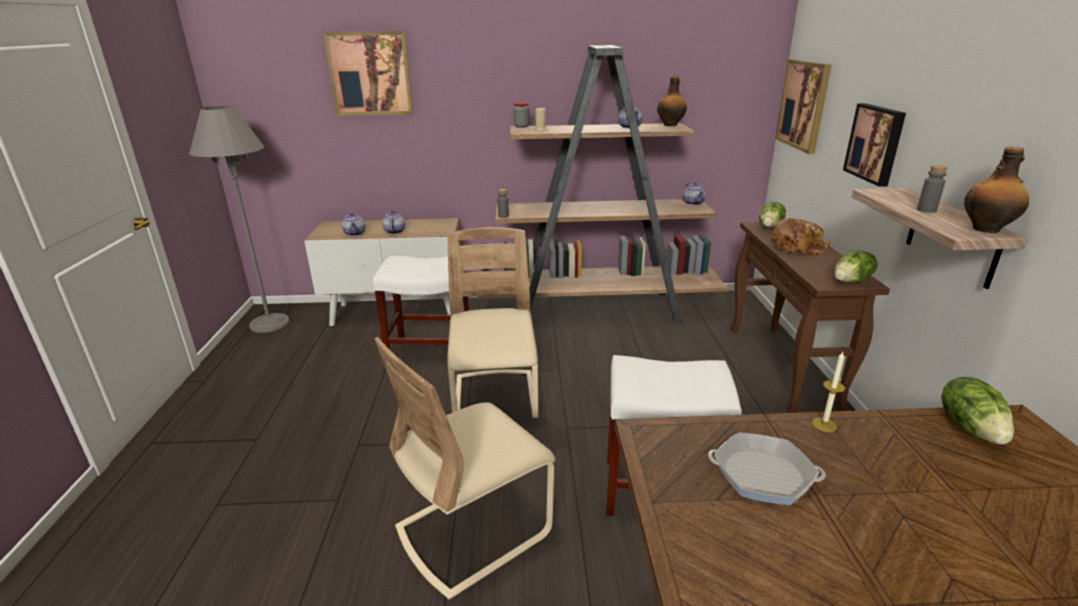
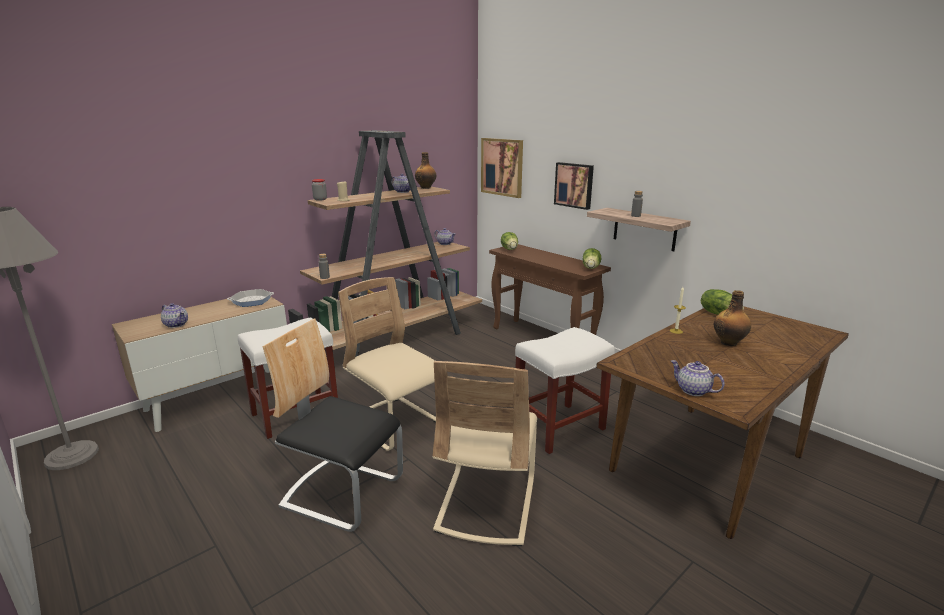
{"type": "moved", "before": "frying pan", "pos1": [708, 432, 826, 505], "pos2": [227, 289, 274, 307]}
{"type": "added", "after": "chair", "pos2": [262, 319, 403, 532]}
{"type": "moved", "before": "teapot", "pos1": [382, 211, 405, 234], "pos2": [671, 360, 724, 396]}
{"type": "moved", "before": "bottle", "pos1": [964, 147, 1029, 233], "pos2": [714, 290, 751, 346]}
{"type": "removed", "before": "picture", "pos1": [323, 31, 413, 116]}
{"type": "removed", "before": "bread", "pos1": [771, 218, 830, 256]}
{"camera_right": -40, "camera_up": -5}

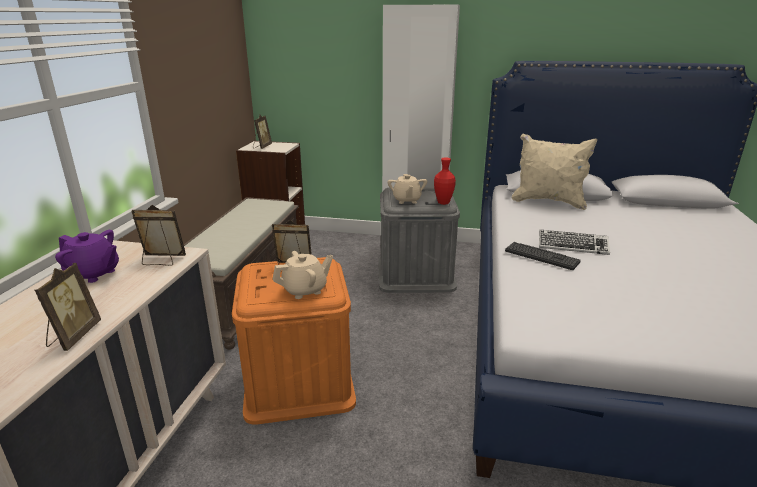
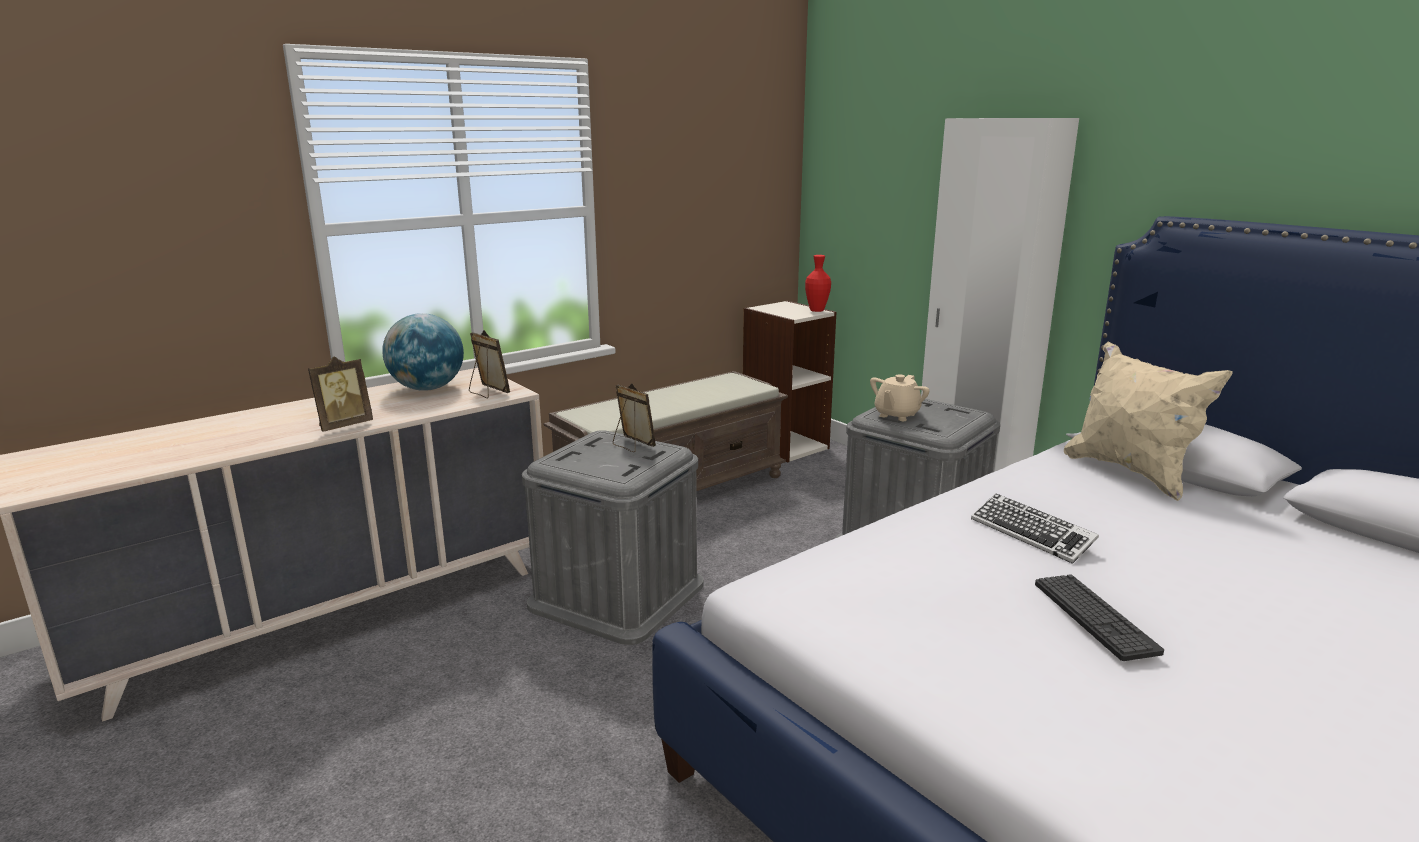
{"type": "replaced", "before": "purple teapot", "after": "globe", "pos1": [55, 230, 119, 283], "pos2": [382, 313, 464, 391]}
{"type": "recoloured", "before": "orange storage box", "after": "grey storage box", "pos1": [232, 257, 356, 425], "pos2": [522, 430, 703, 645]}
{"type": "moved", "before": "red vase", "pos1": [434, 158, 456, 205], "pos2": [805, 255, 831, 312]}
{"type": "moved", "before": "keyboard", "pos1": [505, 242, 581, 270], "pos2": [1035, 574, 1164, 661]}
{"type": "removed", "before": "picture frame", "pos1": [253, 115, 272, 149]}
{"type": "removed", "before": "beige teapot", "pos1": [273, 251, 333, 299]}
{"camera_right": 40, "camera_up": -5}

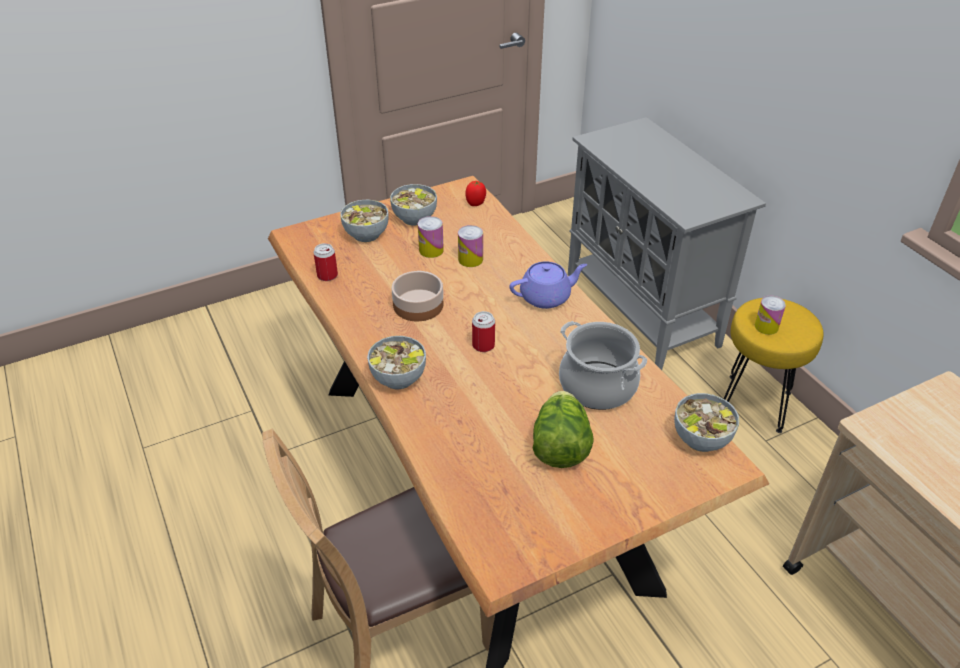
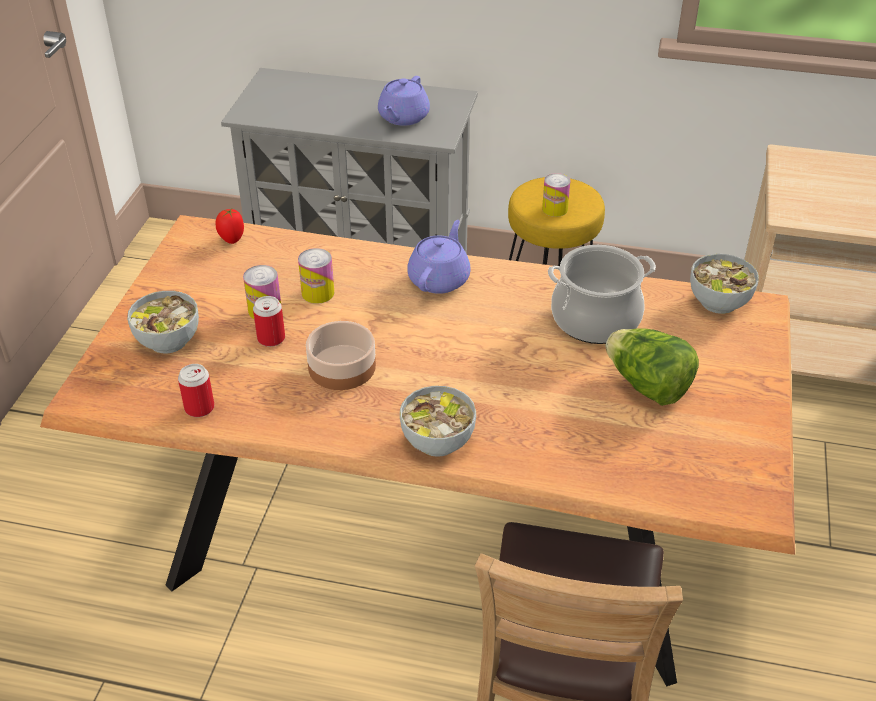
{"type": "moved", "before": "can", "pos1": [472, 311, 495, 352], "pos2": [253, 296, 285, 347]}
{"type": "added", "after": "purple teapot", "pos2": [378, 76, 430, 126]}
{"type": "removed", "before": "bowl", "pos1": [390, 184, 437, 226]}
{"camera_right": -50, "camera_up": 0}

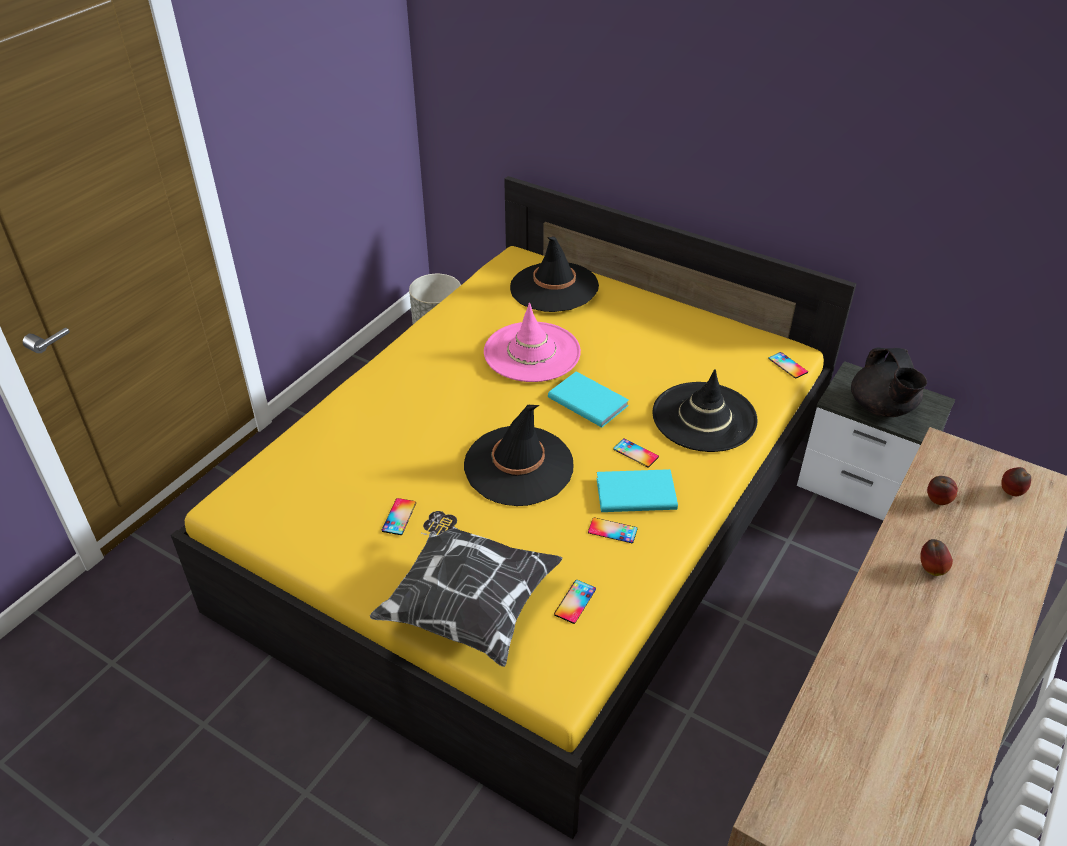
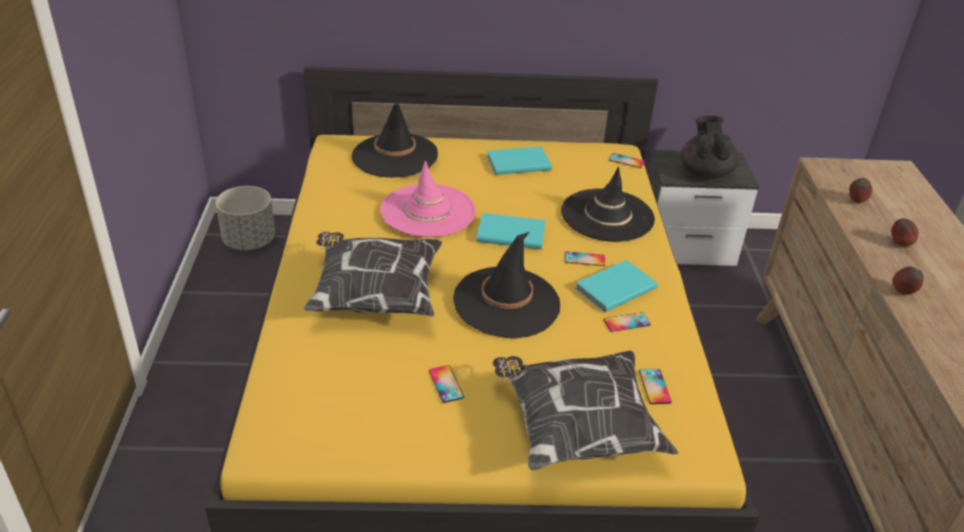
{"type": "added", "after": "pillow", "pos2": [304, 232, 442, 316]}
{"type": "added", "after": "turquoise book", "pos2": [487, 147, 552, 175]}
{"type": "turned", "before": "black teapot", "pos1": [851, 348, 927, 417], "pos2": [681, 116, 739, 179], "turn": -135}
{"type": "moved", "before": "apple", "pos1": [1001, 467, 1031, 496], "pos2": [892, 267, 923, 295]}
{"camera_right": -35, "camera_up": -5}

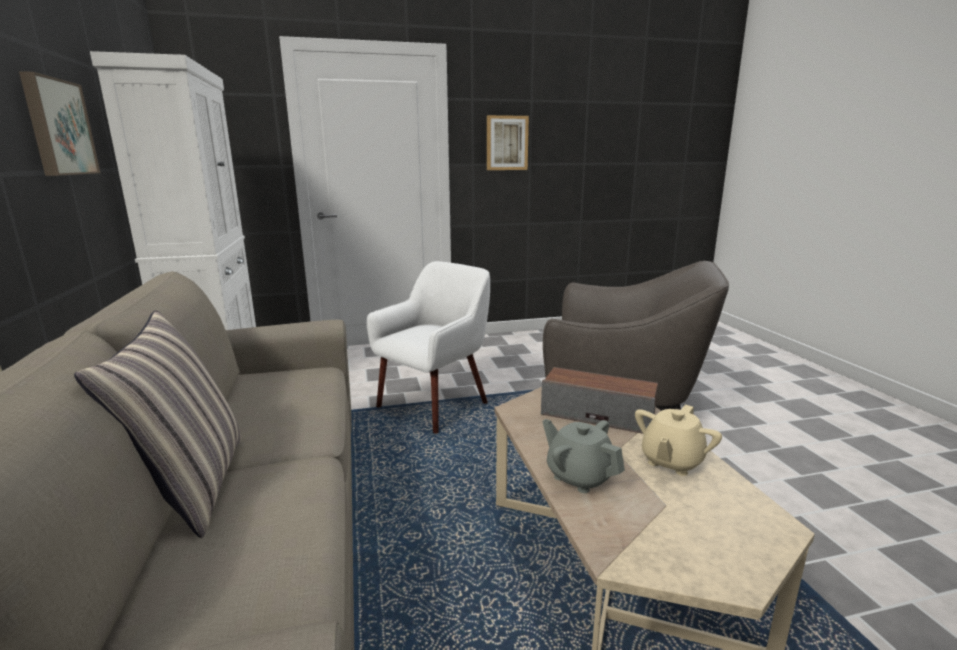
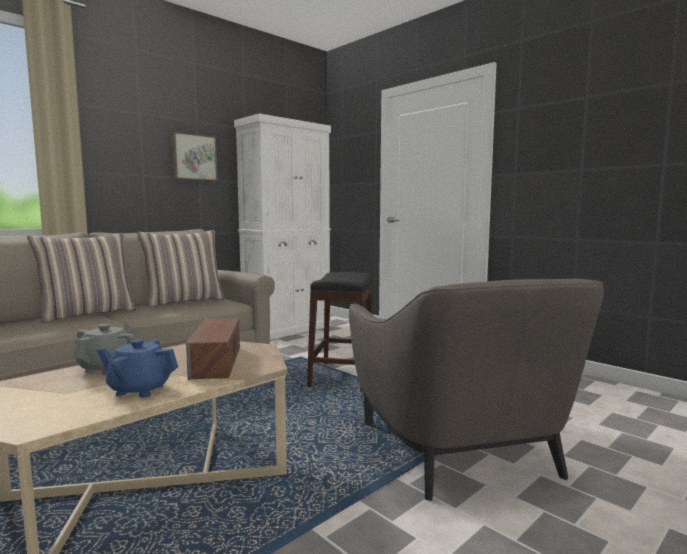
{"type": "recoloured", "before": "beige teapot", "after": "blue teapot", "pos1": [635, 404, 722, 476], "pos2": [97, 339, 178, 398]}
{"type": "added", "after": "pillow", "pos2": [137, 230, 225, 307]}
{"type": "replaced", "before": "white armchair", "after": "black stool", "pos1": [367, 261, 490, 434], "pos2": [307, 272, 372, 391]}
{"type": "removed", "before": "picture", "pos1": [487, 115, 529, 170]}
{"camera_right": 60, "camera_up": -10}

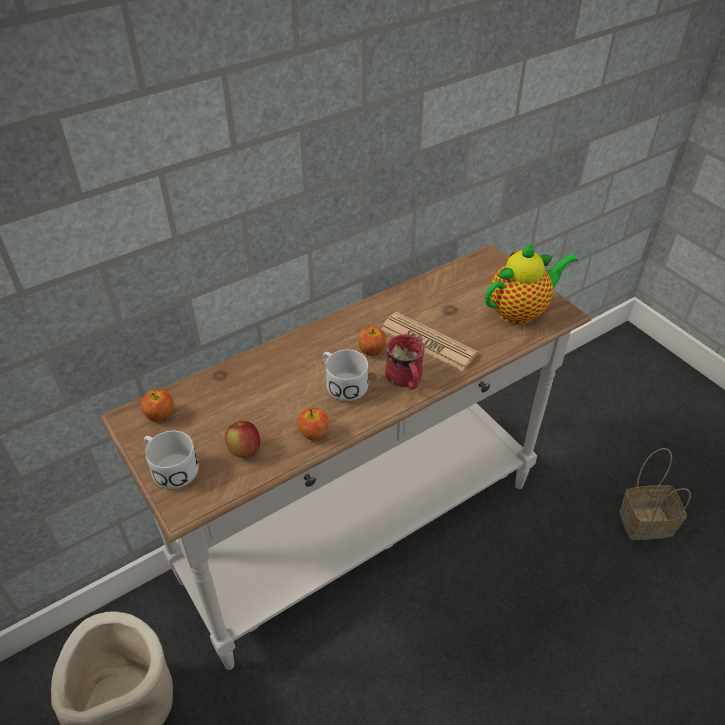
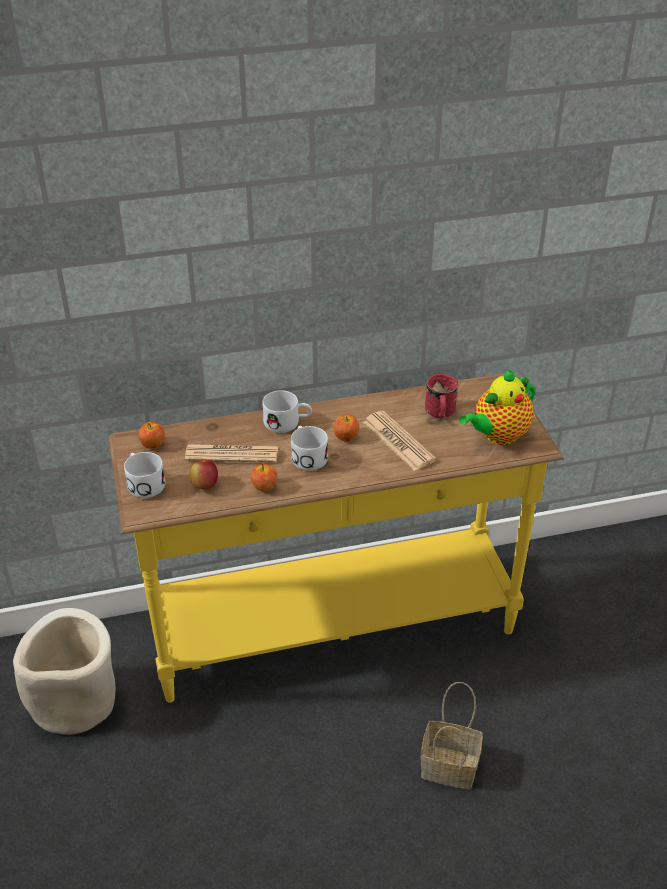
{"type": "recoloured", "before": "white console table", "after": "yellow console table", "pos1": [100, 244, 592, 670], "pos2": [108, 373, 564, 703]}
{"type": "added", "after": "newspaper", "pos2": [185, 444, 278, 463]}
{"type": "added", "after": "white mug", "pos2": [262, 390, 312, 433]}
{"type": "moved", "before": "basket", "pos1": [619, 448, 691, 540], "pos2": [421, 682, 483, 789]}
{"type": "moved", "before": "red mug", "pos1": [385, 334, 425, 389], "pos2": [425, 374, 458, 419]}
{"type": "turned", "before": "teapot", "pos1": [485, 243, 578, 325], "pos2": [459, 369, 535, 445], "turn": 150}
{"camera_right": 20, "camera_up": -5}

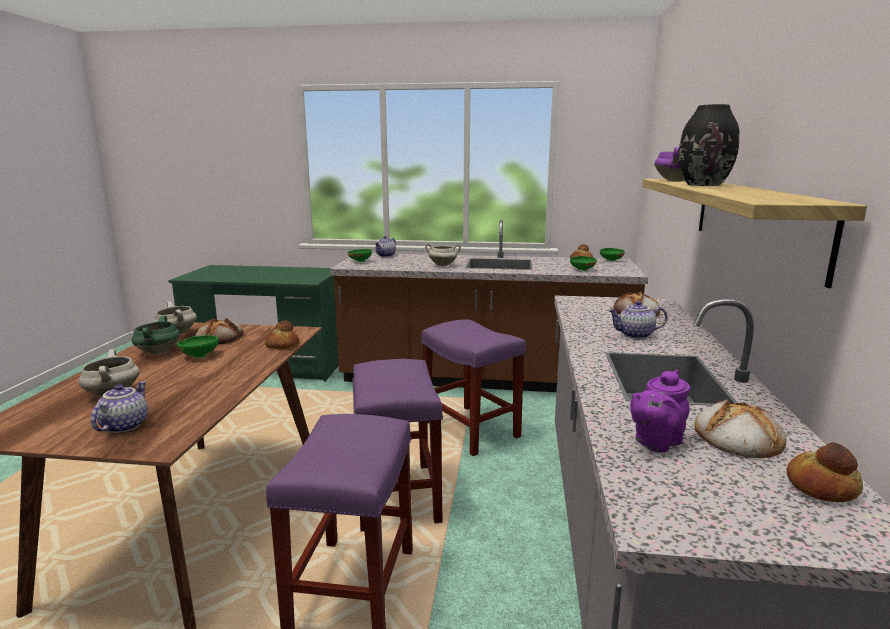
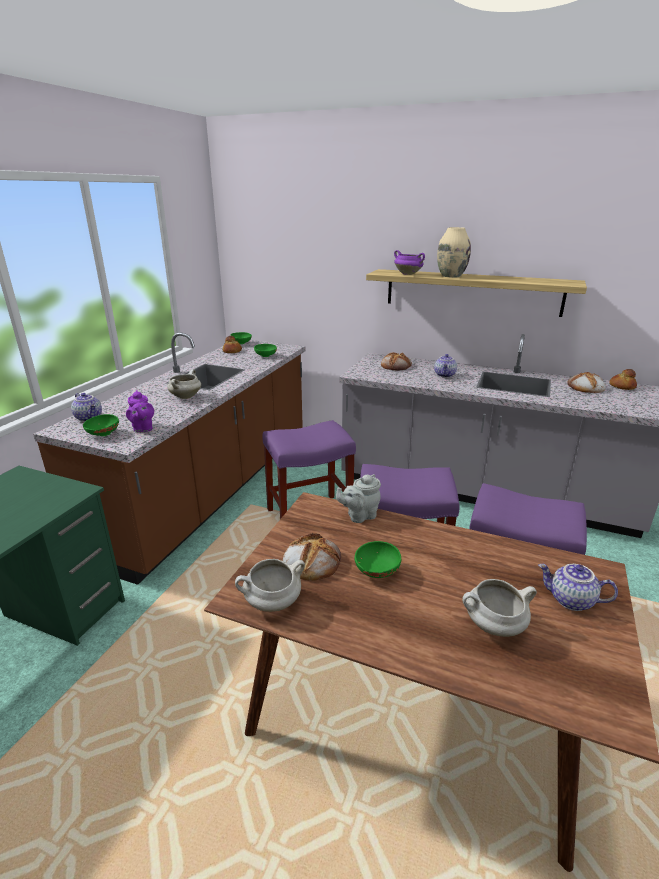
{"type": "moved", "before": "purple teapot", "pos1": [630, 370, 690, 453], "pos2": [126, 390, 154, 432]}
{"type": "replaced", "before": "bread", "after": "grey teapot", "pos1": [265, 321, 299, 349], "pos2": [336, 474, 381, 523]}
{"type": "recoloured", "before": "black vase", "after": "beige vase", "pos1": [679, 104, 739, 186], "pos2": [437, 227, 471, 278]}
{"type": "removed", "before": "green cooking pot", "pos1": [132, 315, 180, 354]}
{"camera_right": -75, "camera_up": 10}

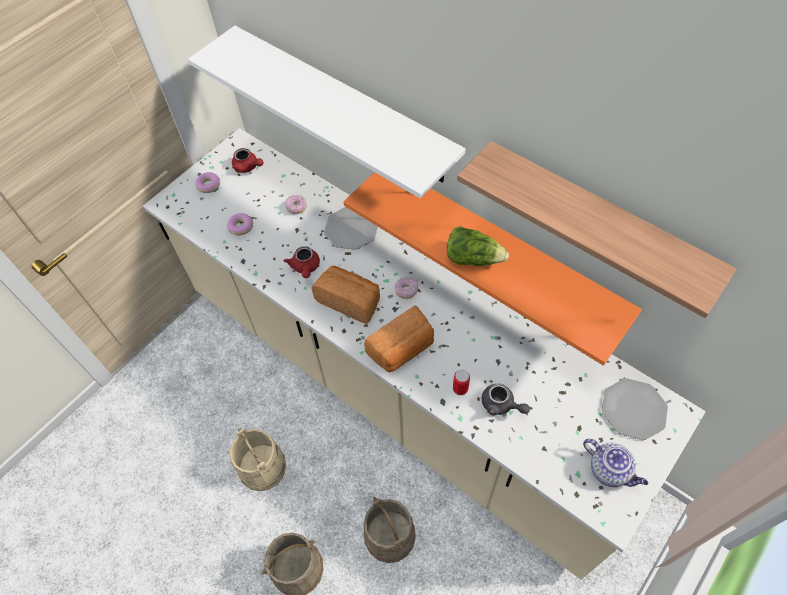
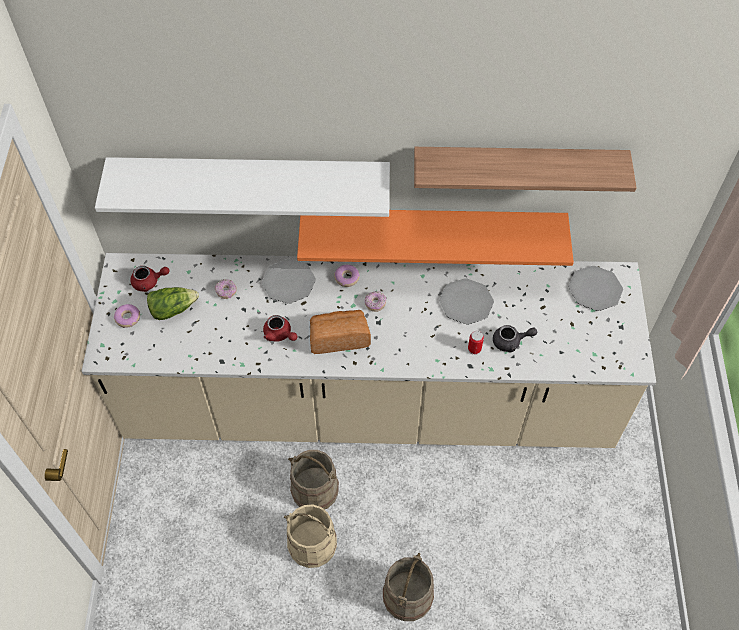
{"type": "moved", "before": "lettuce", "pos1": [447, 226, 509, 266], "pos2": [147, 287, 199, 320]}
{"type": "moved", "before": "beige bucket", "pos1": [364, 497, 416, 563], "pos2": [288, 450, 339, 510]}
{"type": "moved", "before": "donut", "pos1": [227, 213, 253, 235], "pos2": [334, 265, 360, 287]}
{"type": "added", "after": "plate", "pos2": [439, 278, 494, 325]}
{"type": "removed", "before": "bread", "pos1": [364, 306, 434, 372]}
{"type": "removed", "before": "teapot", "pos1": [583, 439, 648, 487]}
{"camera_right": -40, "camera_up": 0}

